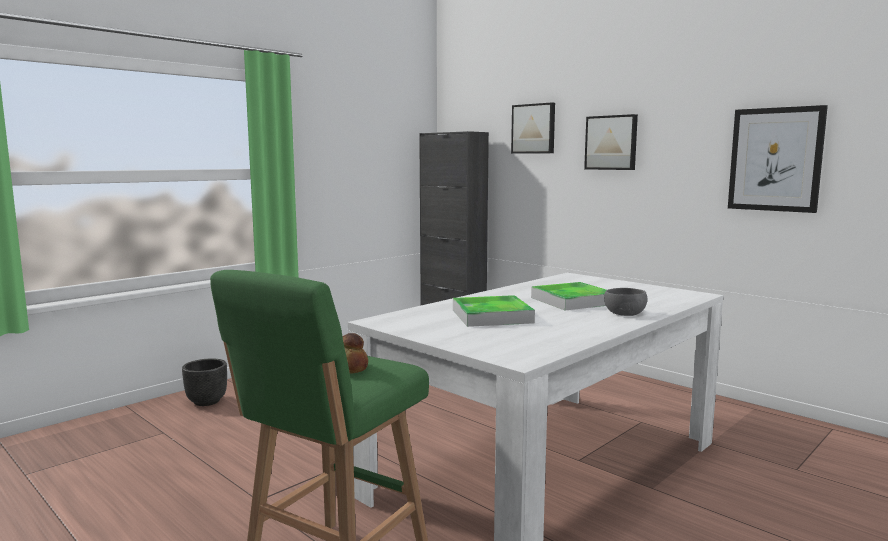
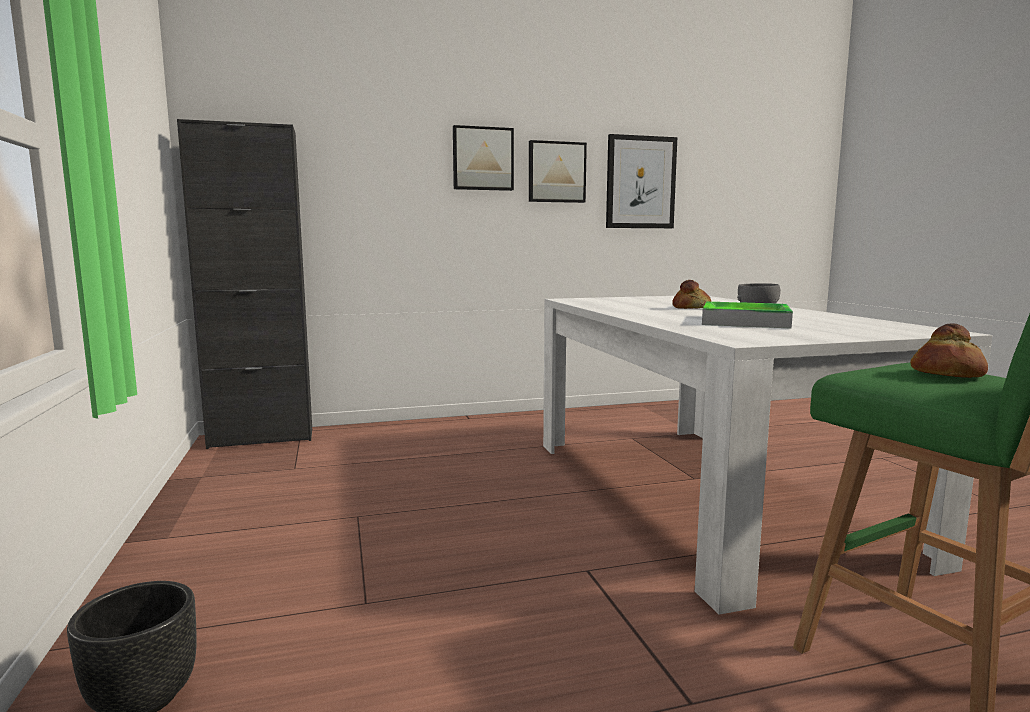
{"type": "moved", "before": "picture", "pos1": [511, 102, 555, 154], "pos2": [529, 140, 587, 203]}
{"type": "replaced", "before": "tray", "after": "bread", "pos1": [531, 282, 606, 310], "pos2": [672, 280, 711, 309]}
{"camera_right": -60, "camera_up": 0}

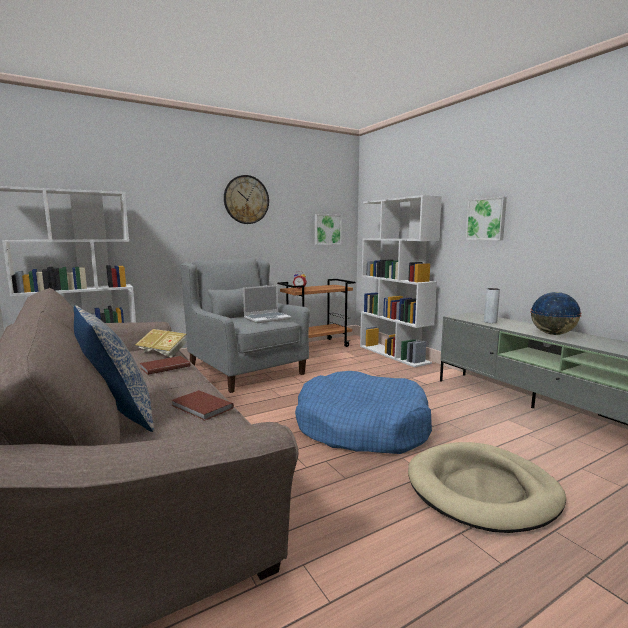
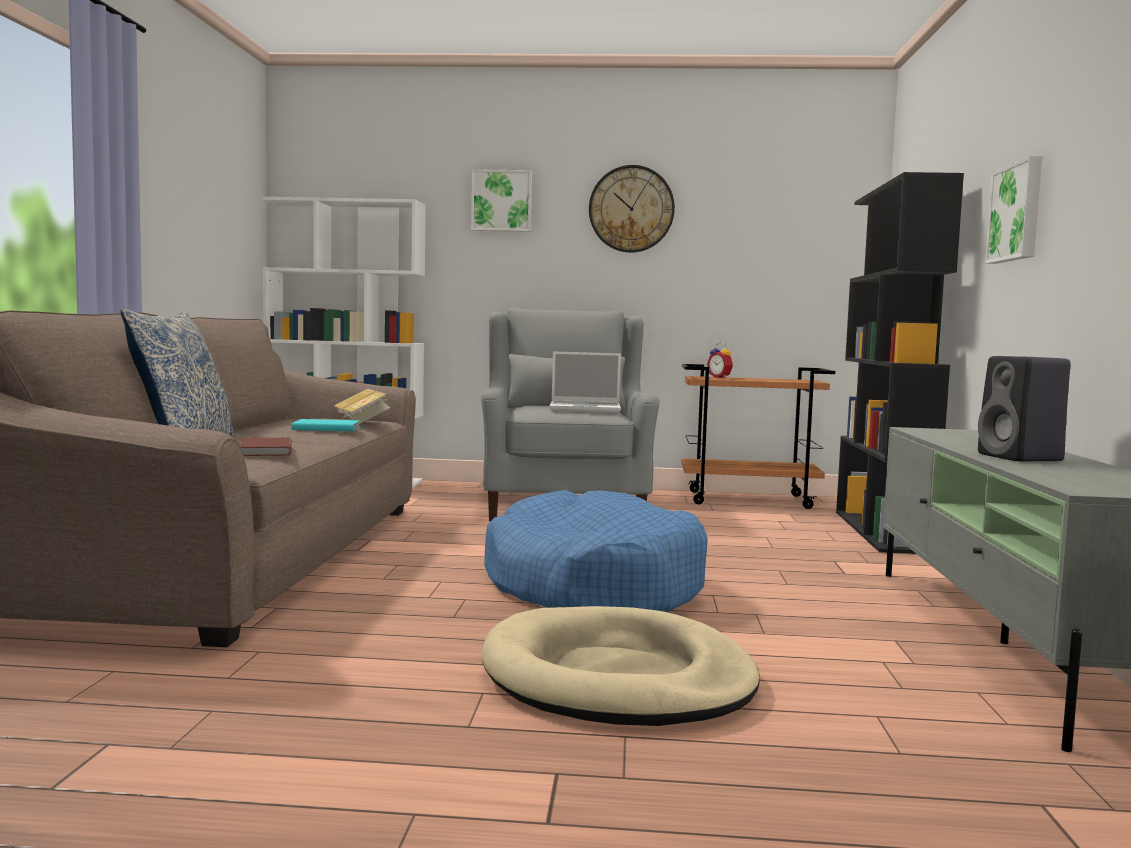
{"type": "recoloured", "before": "brown book", "after": "turquoise book", "pos1": [140, 356, 190, 375], "pos2": [291, 419, 360, 431]}
{"type": "moved", "before": "picture", "pos1": [315, 214, 342, 245], "pos2": [471, 169, 532, 232]}
{"type": "recoloured", "before": "white bookcase", "after": "black bookcase", "pos1": [360, 195, 442, 367], "pos2": [836, 172, 964, 554]}
{"type": "replaced", "before": "globe", "after": "black speaker", "pos1": [530, 292, 582, 335], "pos2": [978, 356, 1071, 461]}
{"type": "removed", "before": "grey vase", "pos1": [484, 288, 500, 323]}
{"camera_right": 35, "camera_up": -5}

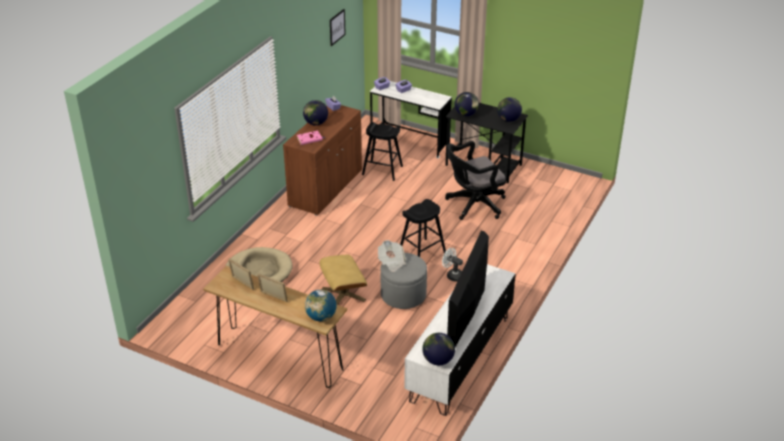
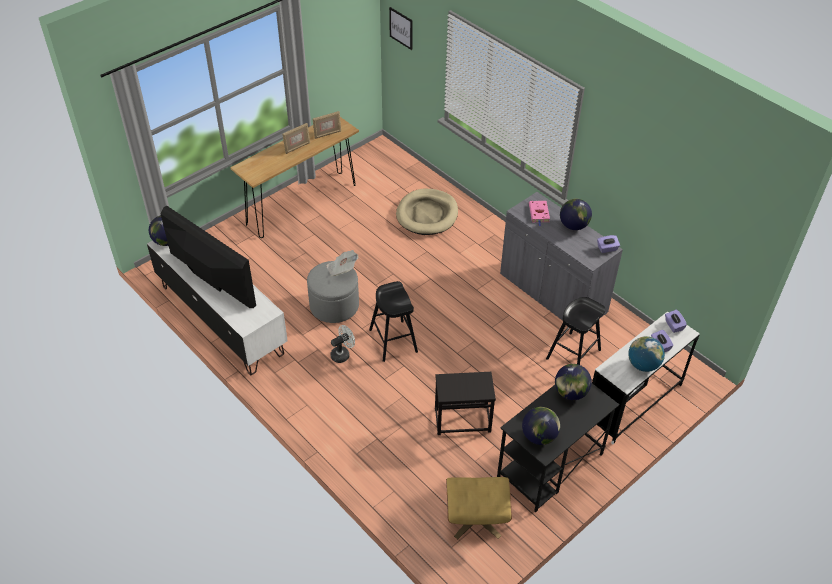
{"type": "moved", "before": "picture", "pos1": [330, 9, 346, 46], "pos2": [389, 7, 413, 50]}
{"type": "replaced", "before": "black office chair", "after": "black side table", "pos1": [445, 141, 506, 220], "pos2": [435, 372, 496, 435]}
{"type": "moved", "before": "beige ottoman", "pos1": [319, 255, 367, 305], "pos2": [446, 477, 512, 540]}
{"type": "recoloured", "before": "brown cabinet", "after": "grey cabinet", "pos1": [283, 105, 362, 216], "pos2": [500, 192, 623, 321]}
{"type": "moved", "before": "globe", "pos1": [305, 289, 337, 321], "pos2": [628, 336, 665, 372]}
{"camera_right": 110, "camera_up": 10}

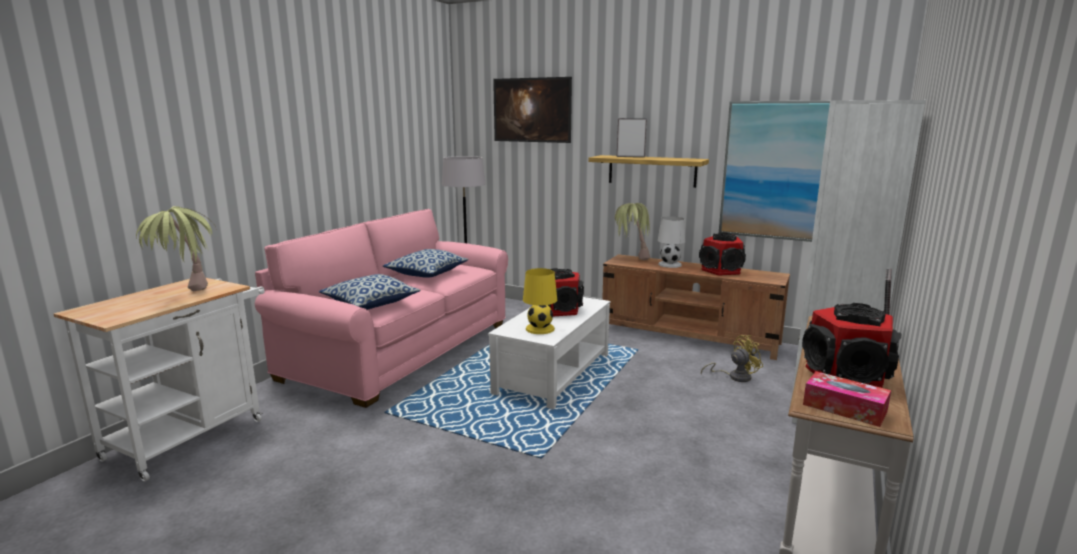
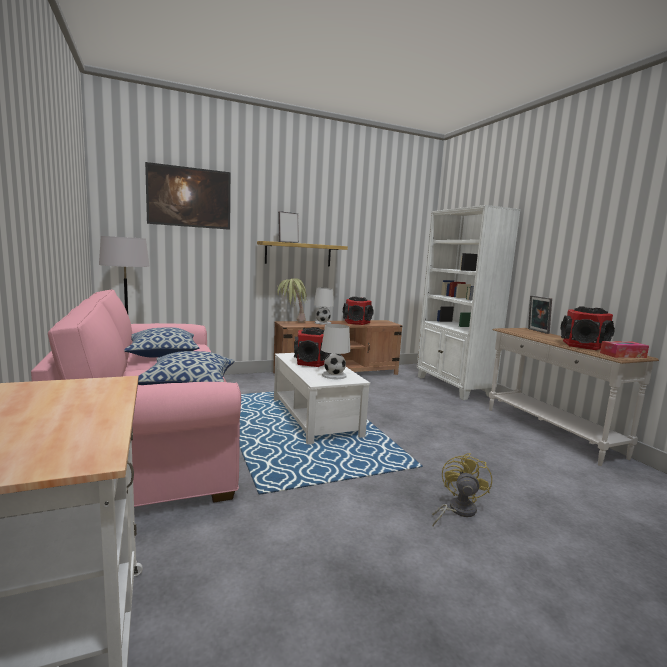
{"type": "recoloured", "before": "yellow table lamp", "after": "white table lamp", "pos1": [523, 268, 557, 334], "pos2": [321, 324, 350, 379]}
{"type": "moved", "before": "yellow fan", "pos1": [701, 335, 763, 382], "pos2": [432, 453, 492, 526]}
{"type": "removed", "before": "potted plant", "pos1": [136, 206, 217, 292]}
{"type": "removed", "before": "picture", "pos1": [719, 101, 830, 242]}
{"camera_right": -50, "camera_up": -5}

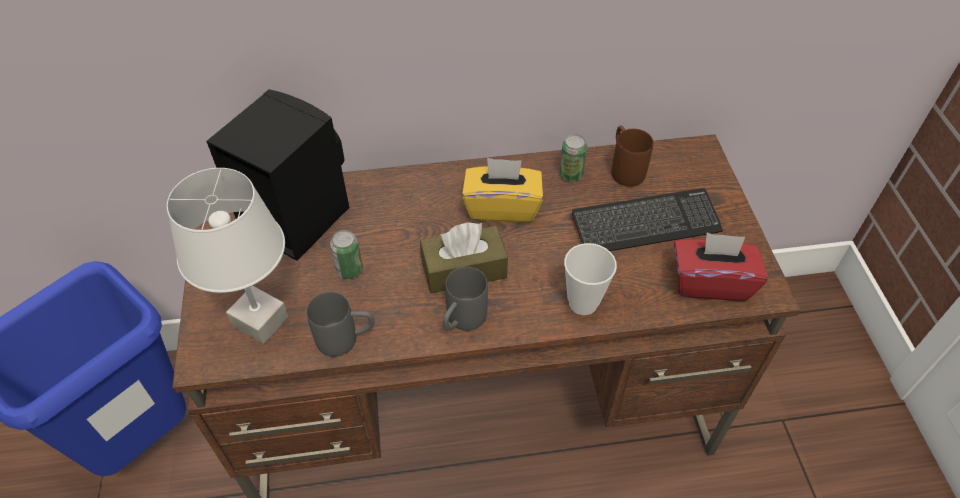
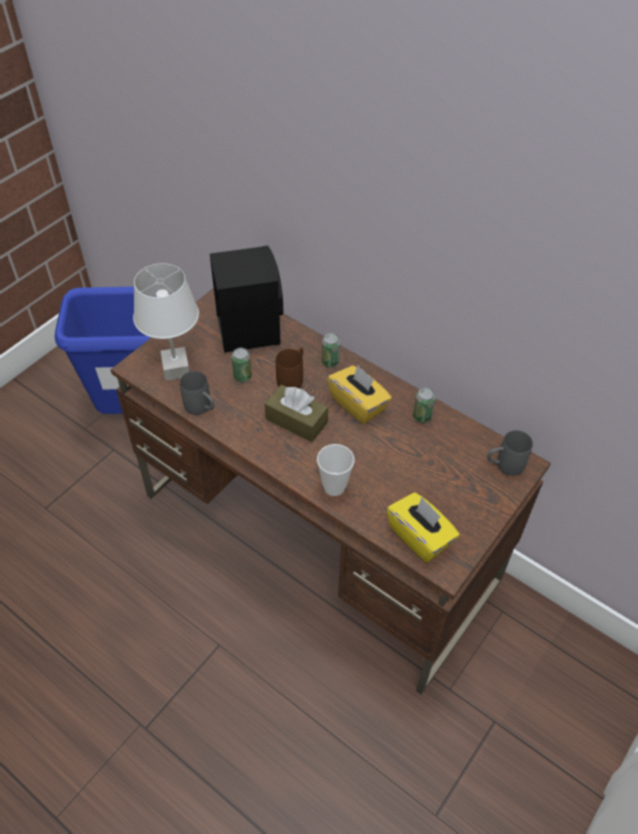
{"type": "moved", "before": "brown mug", "pos1": [611, 125, 653, 186], "pos2": [276, 347, 303, 388]}
{"type": "added", "after": "can", "pos2": [322, 333, 340, 367]}
{"type": "recoloured", "before": "red tissue box", "after": "yellow tissue box", "pos1": [674, 233, 768, 301], "pos2": [387, 492, 459, 562]}
{"type": "moved", "before": "grey mug", "pos1": [443, 267, 488, 331], "pos2": [487, 430, 533, 476]}
{"type": "removed", "before": "keyboard", "pos1": [572, 188, 723, 251]}
{"camera_right": 45, "camera_up": 0}

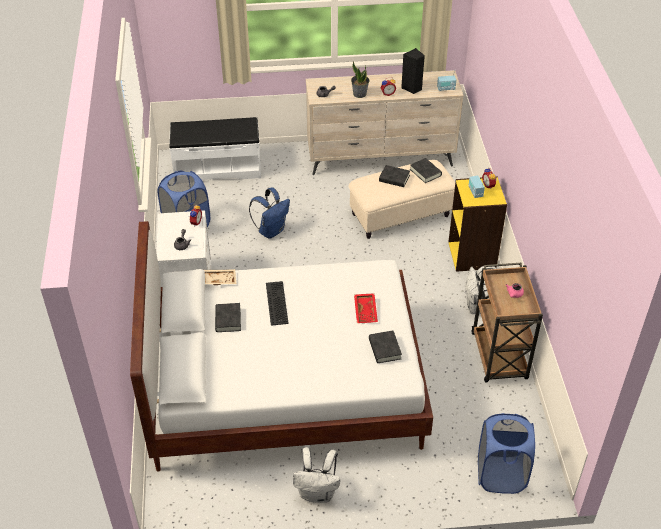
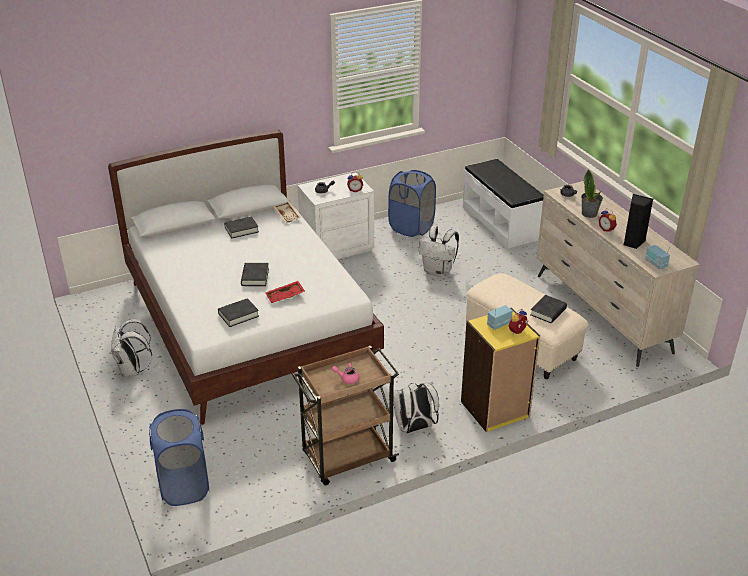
{"type": "moved", "before": "black book", "pos1": [379, 165, 410, 187], "pos2": [241, 263, 269, 286]}
{"type": "recoloured", "before": "blue backpack", "after": "white backpack", "pos1": [249, 187, 290, 239], "pos2": [419, 226, 459, 277]}
{"type": "removed", "before": "keyboard", "pos1": [266, 281, 289, 326]}
{"camera_right": 70, "camera_up": -10}

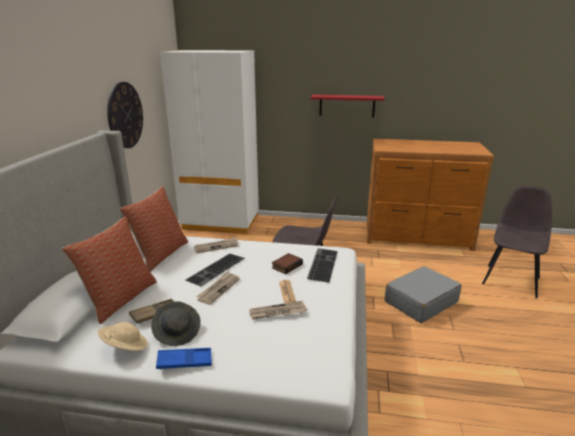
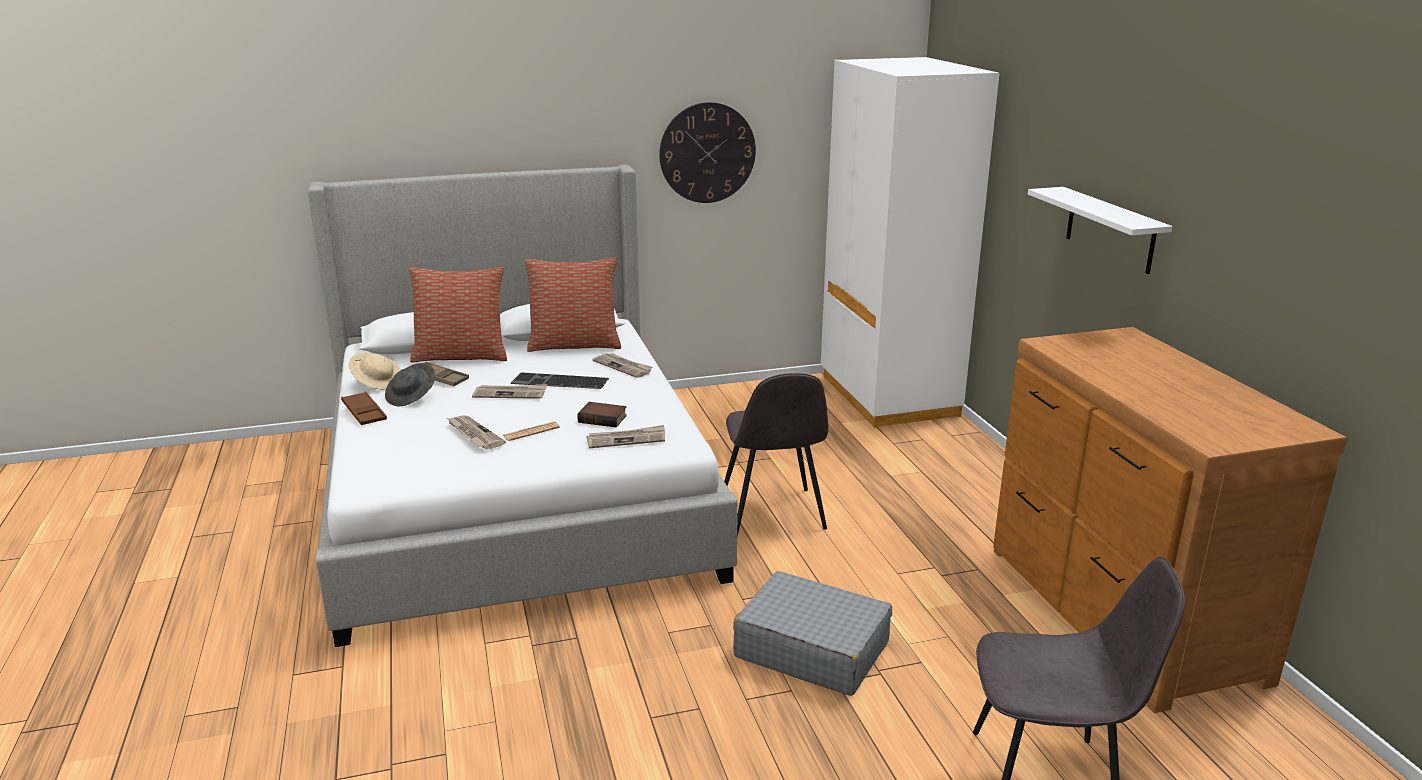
{"type": "recoloured", "before": "blue tray", "after": "brown tray", "pos1": [156, 348, 212, 369], "pos2": [341, 392, 387, 425]}
{"type": "replaced", "before": "keyboard", "after": "newspaper", "pos1": [307, 248, 338, 283], "pos2": [587, 425, 665, 448]}
{"type": "recoloured", "before": "red shelf", "after": "white shelf", "pos1": [311, 95, 384, 117], "pos2": [1028, 187, 1172, 274]}
{"camera_right": 65, "camera_up": 0}

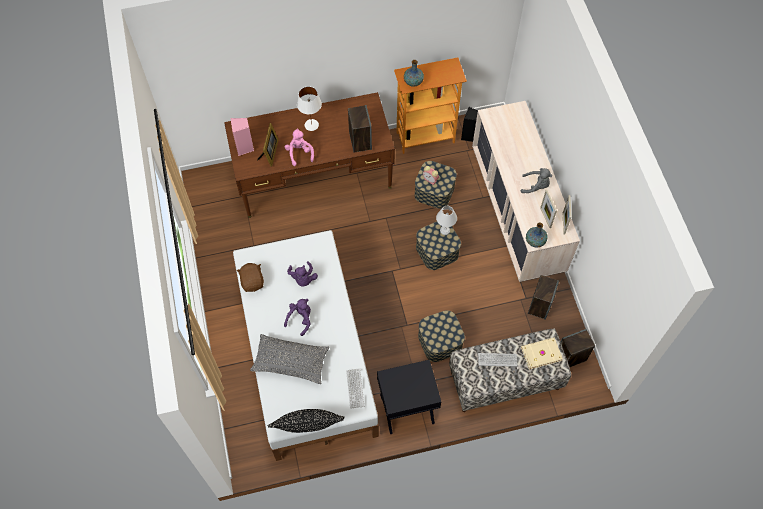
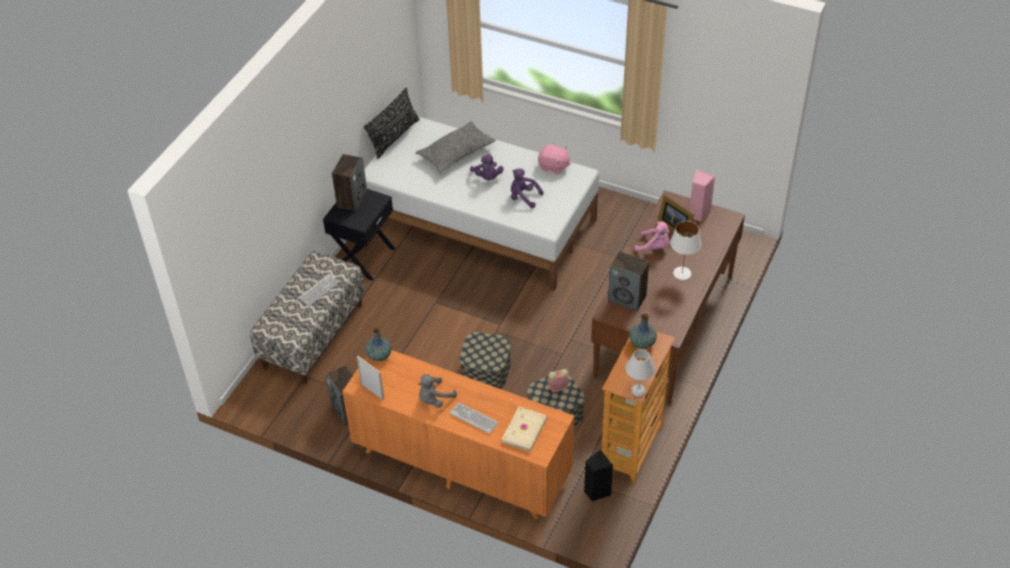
{"type": "moved", "before": "speaker", "pos1": [560, 329, 595, 367], "pos2": [332, 154, 367, 211]}
{"type": "recoloured", "before": "beige dresser", "after": "orange dresser", "pos1": [472, 101, 580, 282], "pos2": [342, 350, 575, 519]}
{"type": "moved", "before": "keyboard", "pos1": [346, 368, 364, 409], "pos2": [449, 403, 499, 434]}
{"type": "moved", "before": "beige book", "pos1": [521, 338, 563, 370], "pos2": [502, 406, 547, 452]}
{"type": "recoloured", "before": "brown plush toy", "after": "pink plush toy", "pos1": [237, 263, 264, 292], "pos2": [538, 144, 571, 175]}
{"type": "moved", "before": "white table lamp", "pos1": [436, 206, 457, 235], "pos2": [626, 349, 655, 397]}
{"type": "removed", "before": "storage box", "pos1": [418, 310, 465, 362]}
{"type": "removed", "before": "picture frame", "pos1": [540, 190, 557, 228]}
{"camera_right": 130, "camera_up": -15}

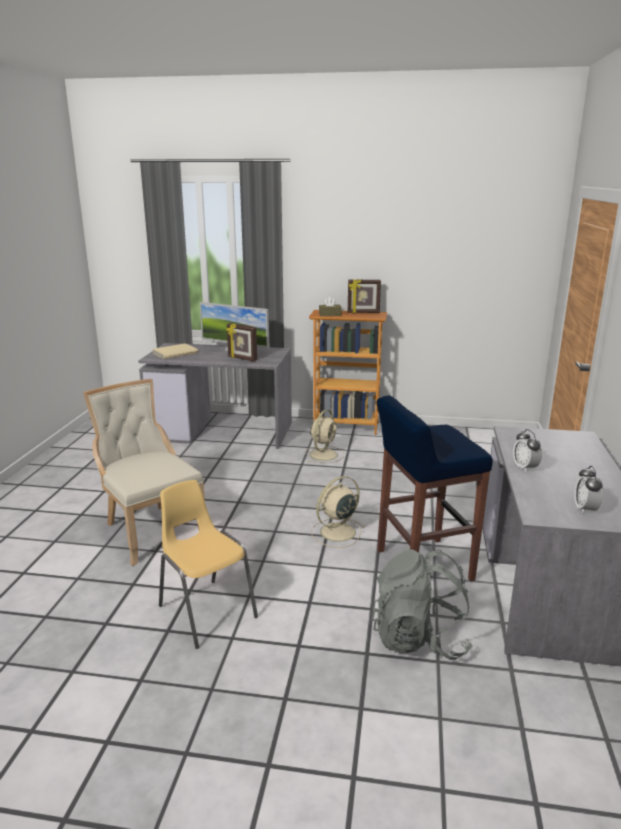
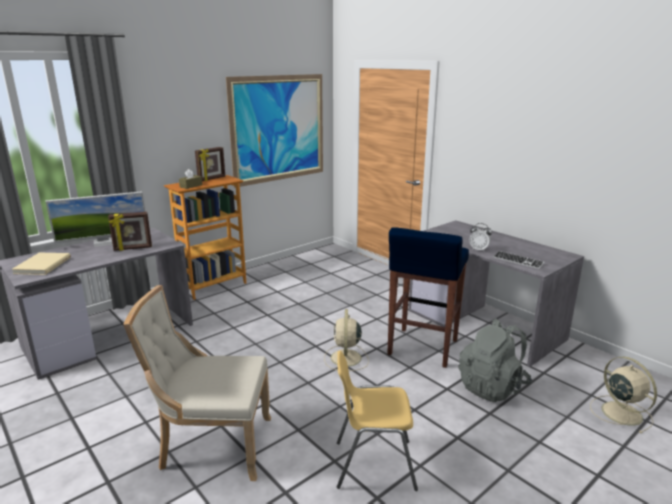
{"type": "added", "after": "picture", "pos2": [226, 74, 323, 188]}
{"type": "added", "after": "keyboard", "pos2": [493, 251, 544, 269]}
{"type": "moved", "before": "beige fan", "pos1": [305, 409, 345, 463], "pos2": [590, 357, 657, 433]}
{"type": "removed", "before": "alarm clock", "pos1": [575, 466, 603, 514]}
{"camera_right": -50, "camera_up": 0}

